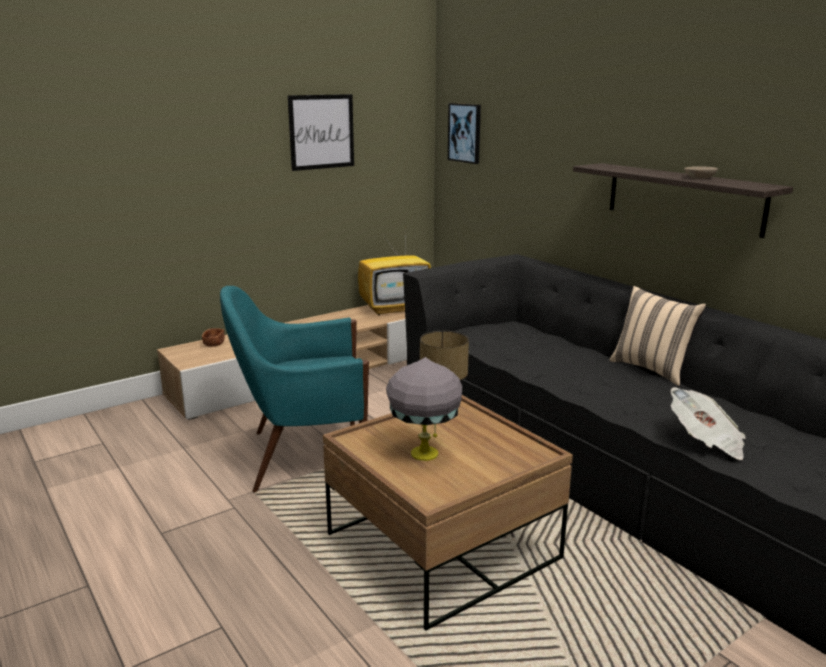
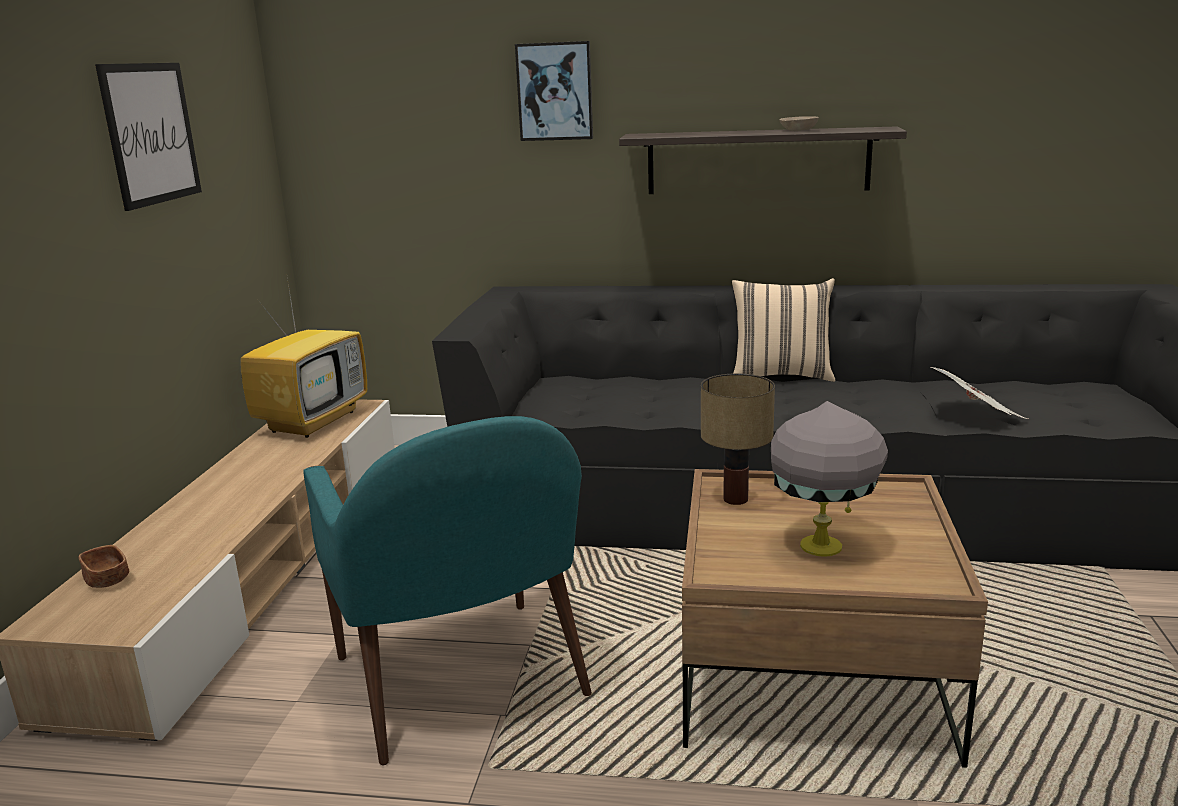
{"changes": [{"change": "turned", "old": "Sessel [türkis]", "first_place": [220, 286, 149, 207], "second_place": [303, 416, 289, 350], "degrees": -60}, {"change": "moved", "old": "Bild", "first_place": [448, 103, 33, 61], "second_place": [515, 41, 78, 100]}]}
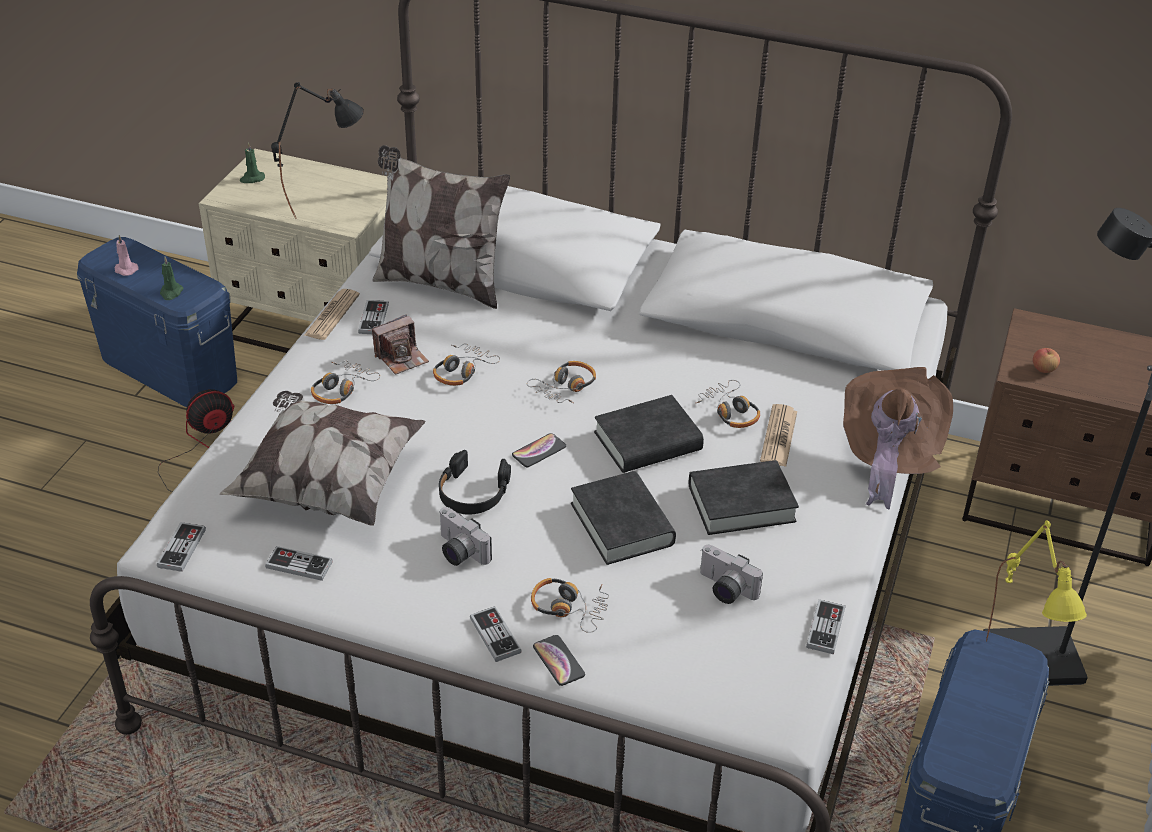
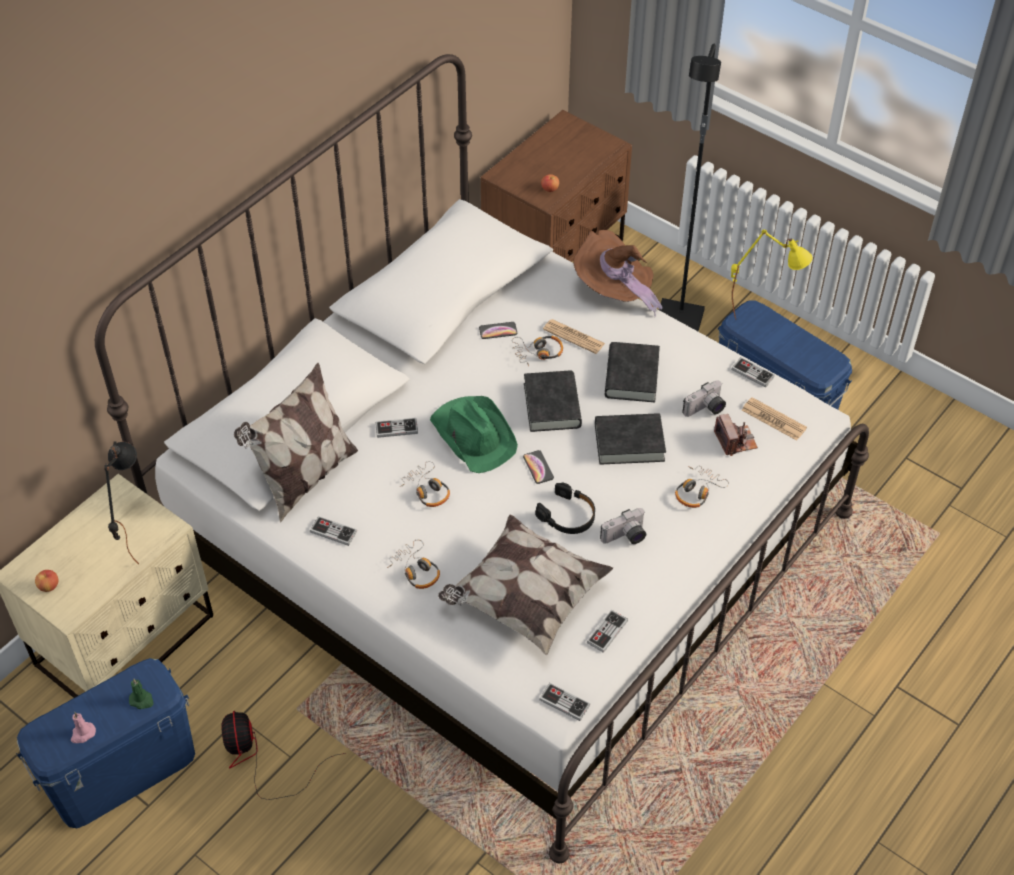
{"changes": [{"change": "replaced", "old": "Kerze [grün]", "new": "Apfel", "first_place": [240, 142, 25, 41], "second_place": [35, 570, 23, 22]}, {"change": "moved", "old": "Zeitung", "first_place": [304, 289, 56, 51], "second_place": [742, 397, 65, 44]}, {"change": "moved", "old": "Kamera", "first_place": [372, 314, 57, 61], "second_place": [714, 414, 44, 42]}, {"change": "moved", "old": "Gamepad", "first_place": [470, 606, 52, 56], "second_place": [375, 418, 43, 20]}, {"change": "replaced", "old": "Kopfhörer", "new": "Hut [grün]", "first_place": [527, 361, 69, 42], "second_place": [430, 396, 88, 77]}, {"change": "moved", "old": "Handy", "first_place": [533, 635, 52, 51], "second_place": [479, 322, 38, 17]}]}
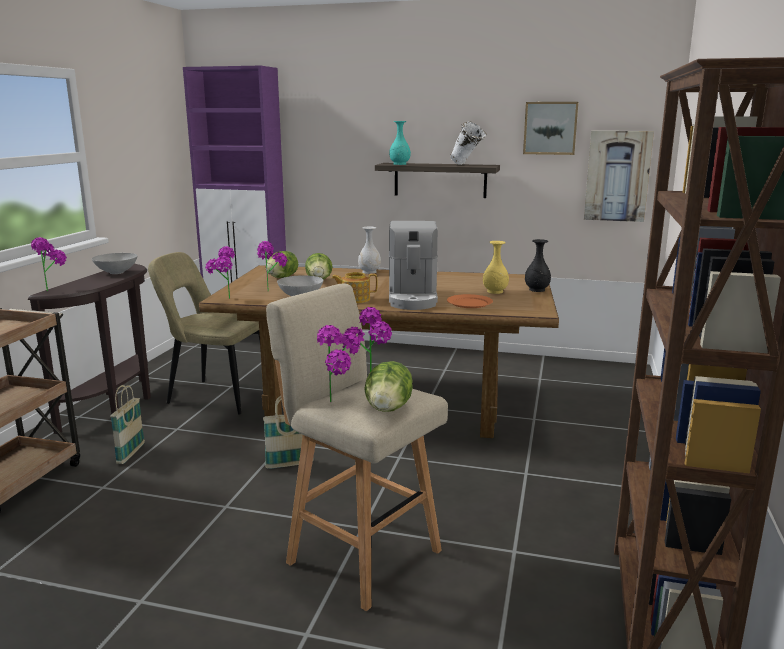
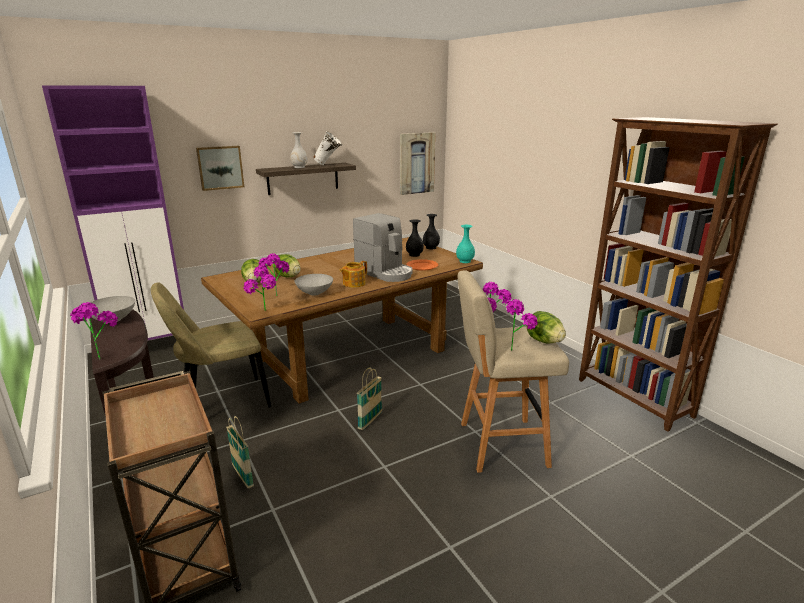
{"changes": [{"change": "moved", "old": "Vase [weiß]", "first_place": [358, 227, 23, 47], "second_place": [290, 132, 18, 36]}, {"change": "moved", "old": "Vase [türkis]", "first_place": [389, 121, 22, 44], "second_place": [456, 225, 19, 38]}, {"change": "recoloured", "old": "Vase [gelb]", "new": "Vase [schwarz]", "first_place": [483, 241, 26, 53], "second_place": [406, 219, 18, 38]}, {"change": "moved", "old": "Bild", "first_place": [523, 102, 55, 53], "second_place": [196, 146, 48, 45]}]}
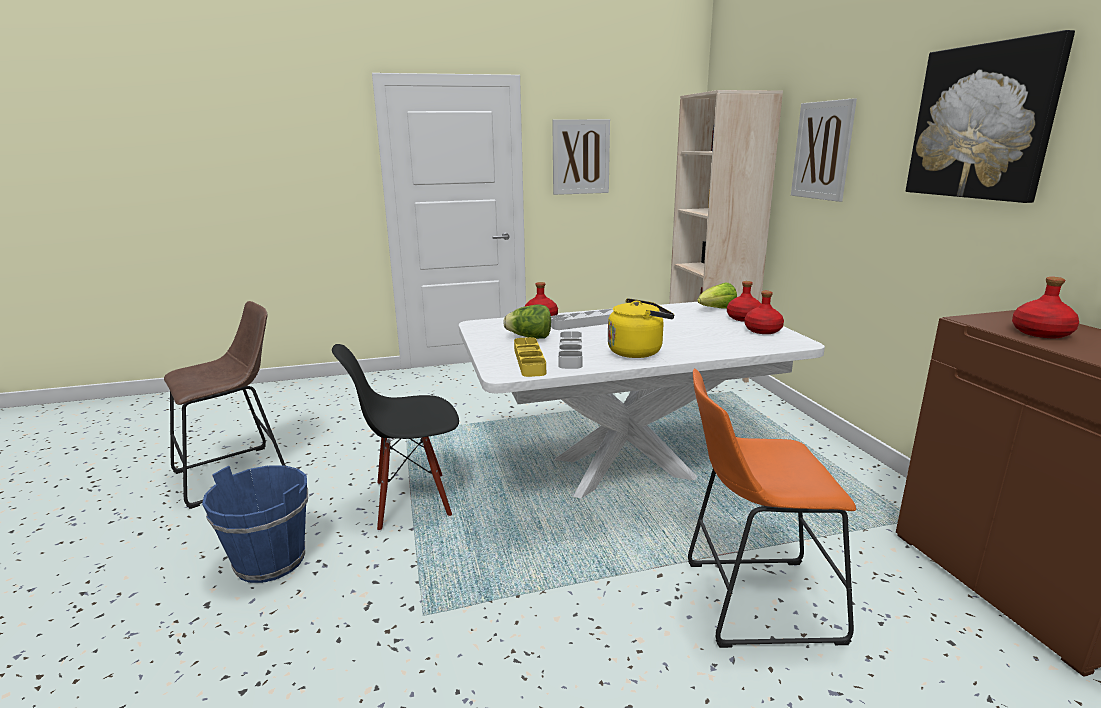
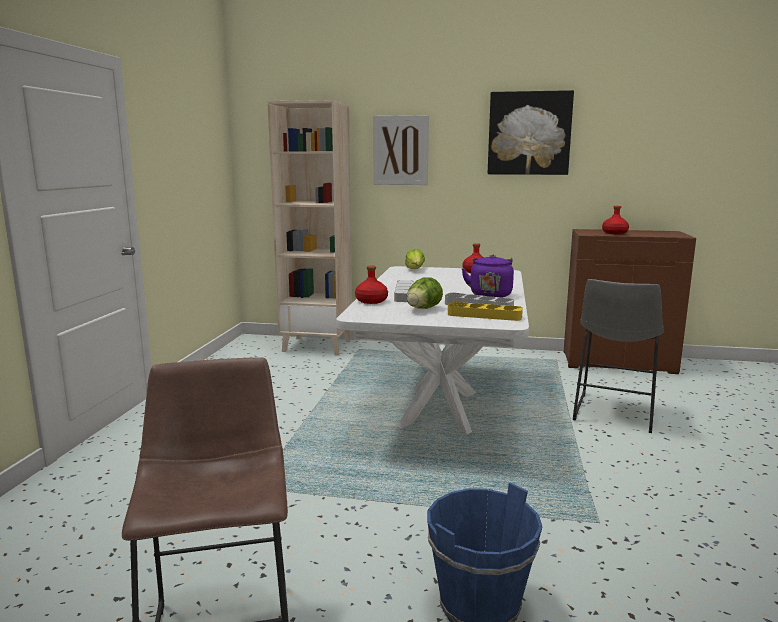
{"changes": [{"change": "removed", "old": "Stuhl [schwarz]", "first_place": [332, 344, 127, 187]}, {"change": "removed", "old": "Bild", "first_place": [552, 119, 58, 76]}, {"change": "recoloured", "old": "Wasserkessel [gelb]", "new": "Wasserkessel [lila]", "first_place": [608, 298, 66, 60], "second_place": [461, 255, 53, 43]}, {"change": "recoloured", "old": "Hocker [orange]", "new": "Hocker [grau]", "first_place": [688, 369, 168, 279], "second_place": [573, 279, 91, 154]}, {"change": "removed", "old": "Flasche [rot]", "first_place": [727, 281, 34, 41]}]}
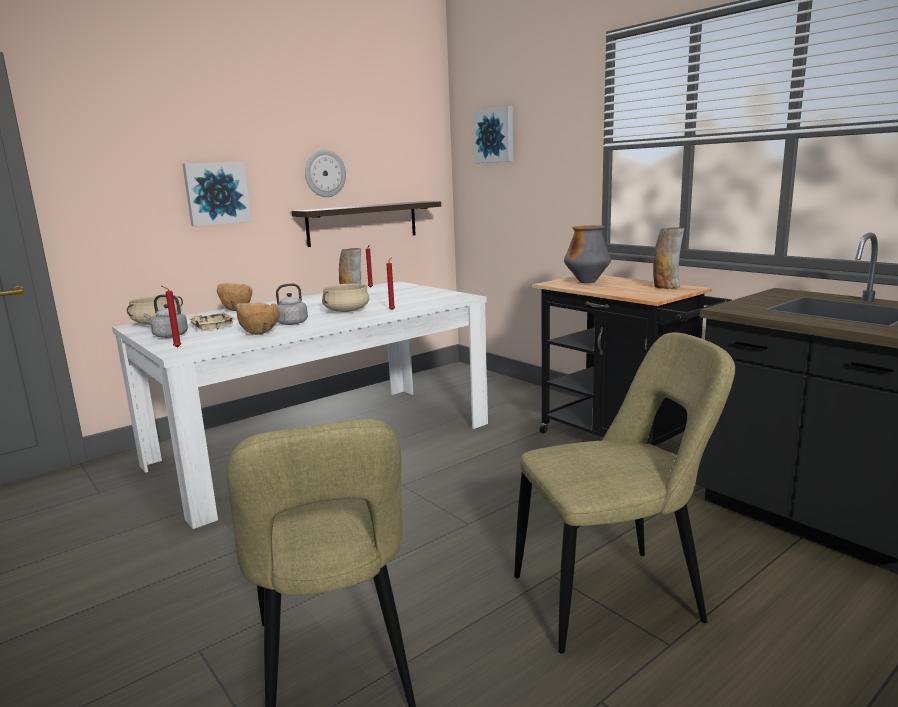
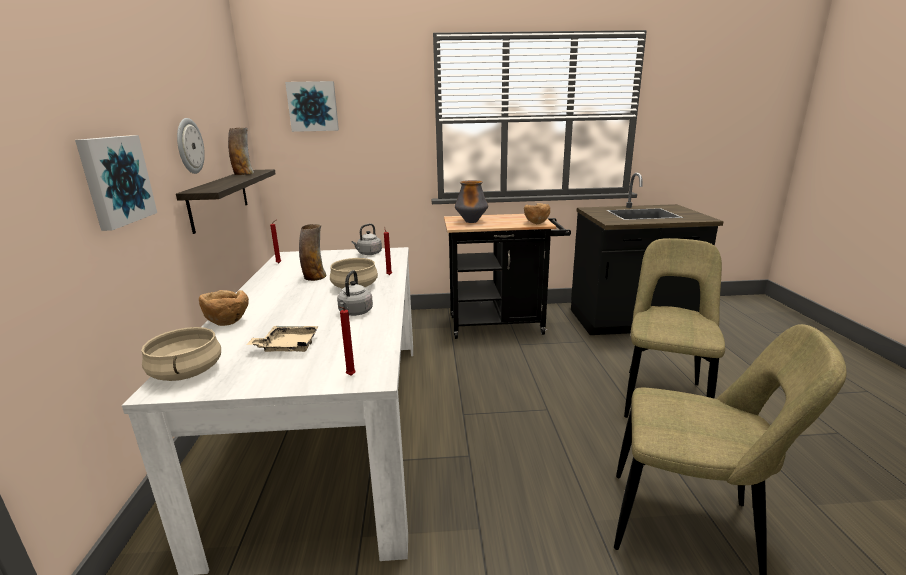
{"changes": [{"change": "moved", "old": "Wasserkessel [grau]", "first_place": [143, 294, 45, 44], "second_place": [352, 224, 30, 31]}, {"change": "moved", "old": "Schüssel [braun]", "first_place": [236, 302, 44, 33], "second_place": [524, 203, 26, 21]}, {"change": "moved", "old": "Vase", "first_place": [653, 227, 31, 62], "second_place": [228, 128, 26, 47]}]}
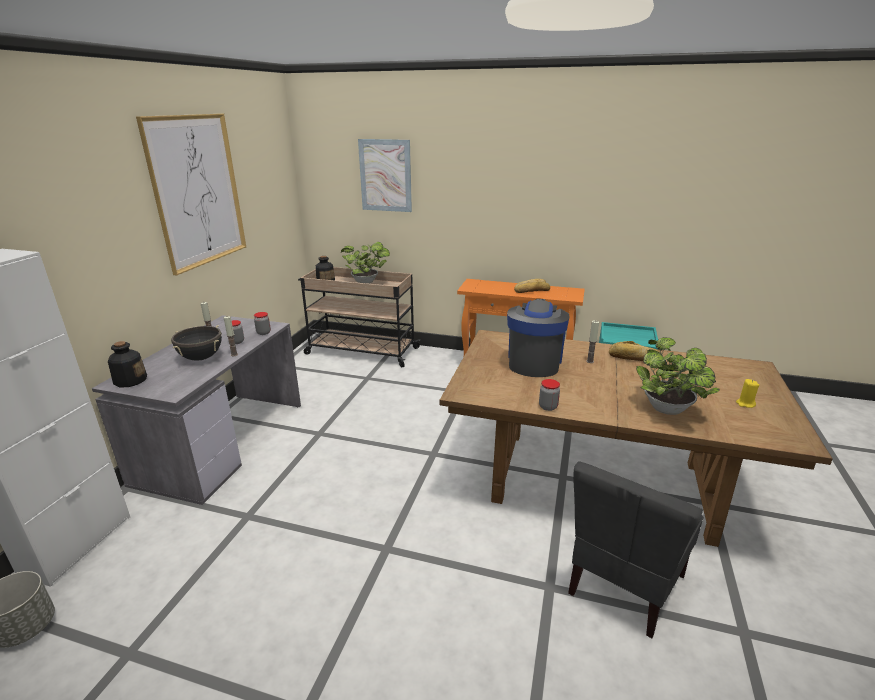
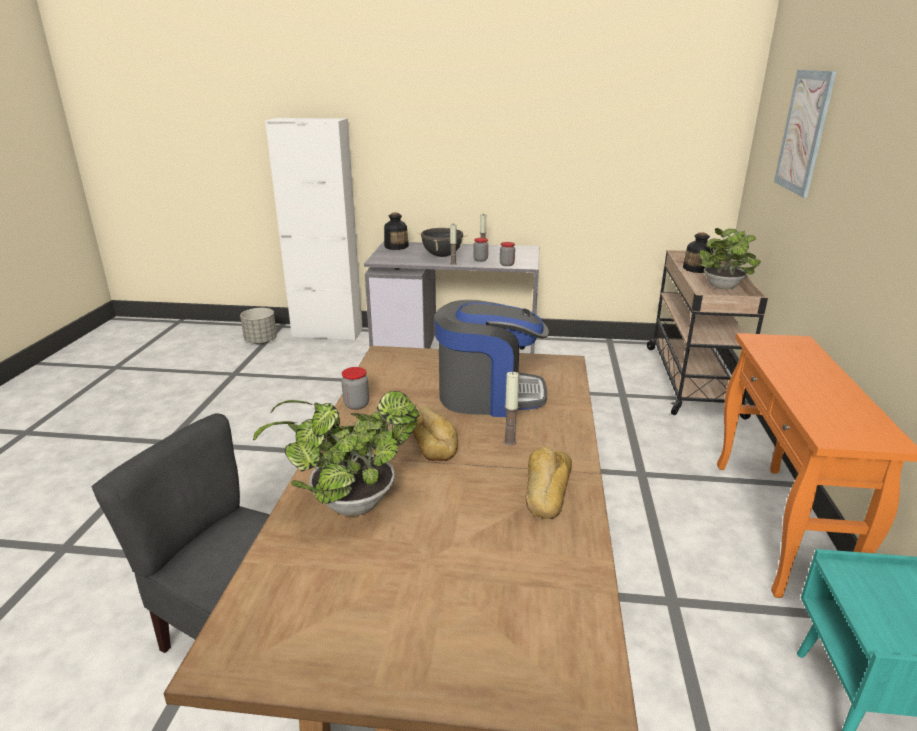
{"changes": [{"change": "removed", "old": "Bild", "first_place": [136, 114, 110, 161]}, {"change": "moved", "old": "Brot", "first_place": [514, 279, 36, 14], "second_place": [412, 406, 46, 55]}, {"change": "removed", "old": "Kerze [gelb]", "first_place": [736, 379, 23, 29]}]}
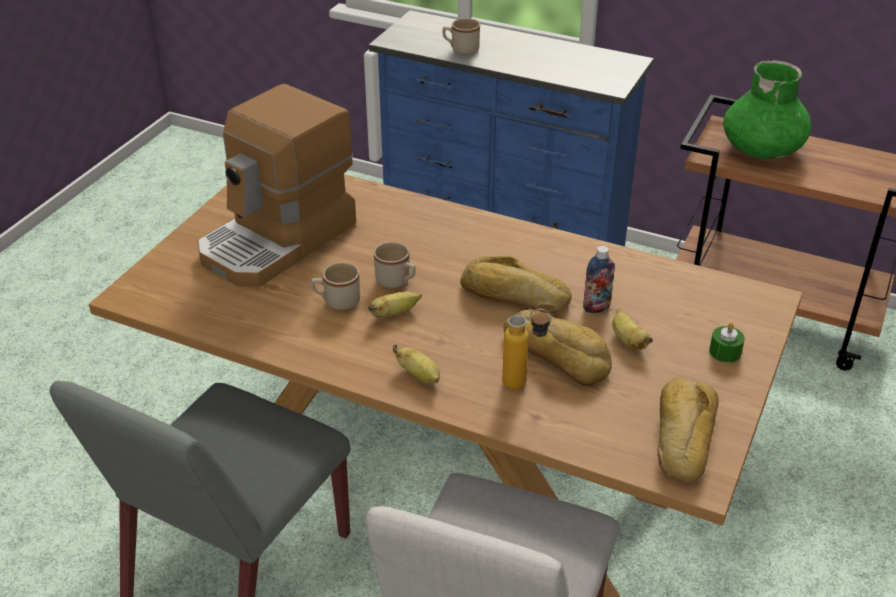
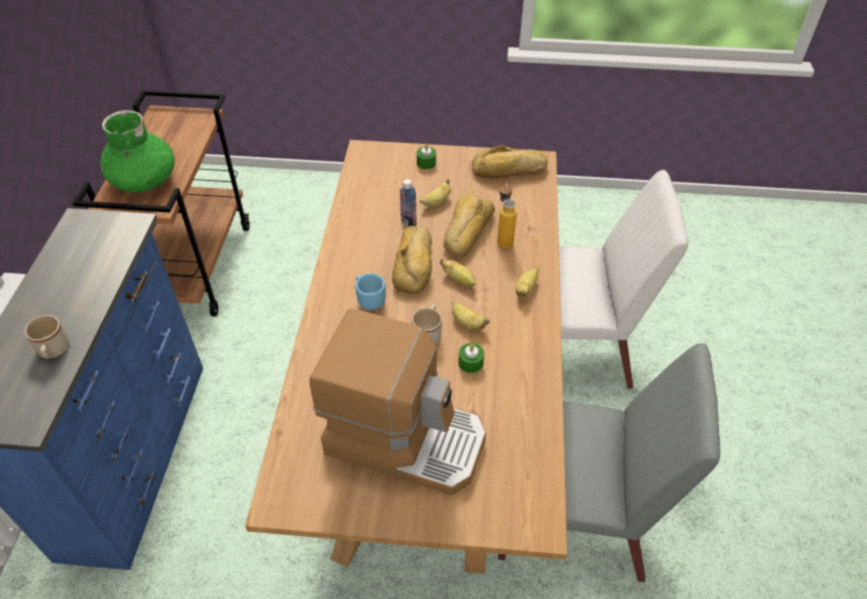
{"changes": [{"change": "replaced", "old": "Henkelbecher [beige]", "new": "Kerze [grün]", "first_place": [311, 262, 49, 48], "second_place": [458, 343, 26, 30]}, {"change": "added", "new": "Henkelbecher [blau]", "second_place": [355, 273, 31, 37]}, {"change": "added", "new": "Banane", "second_place": [440, 259, 36, 27]}]}
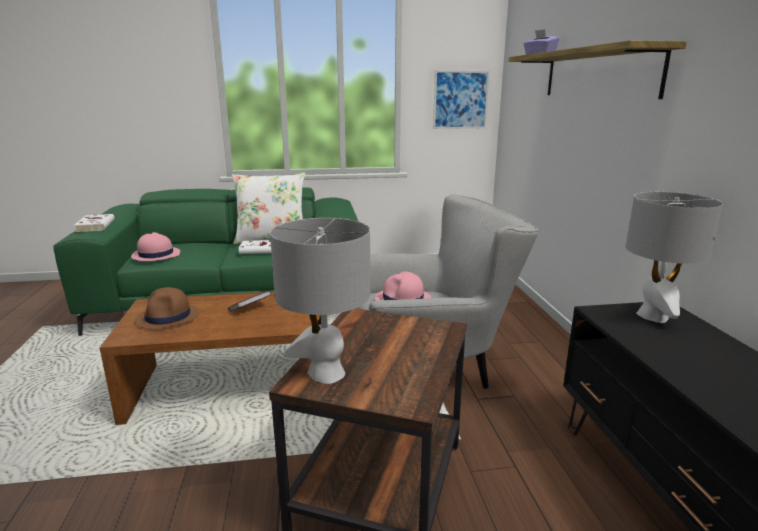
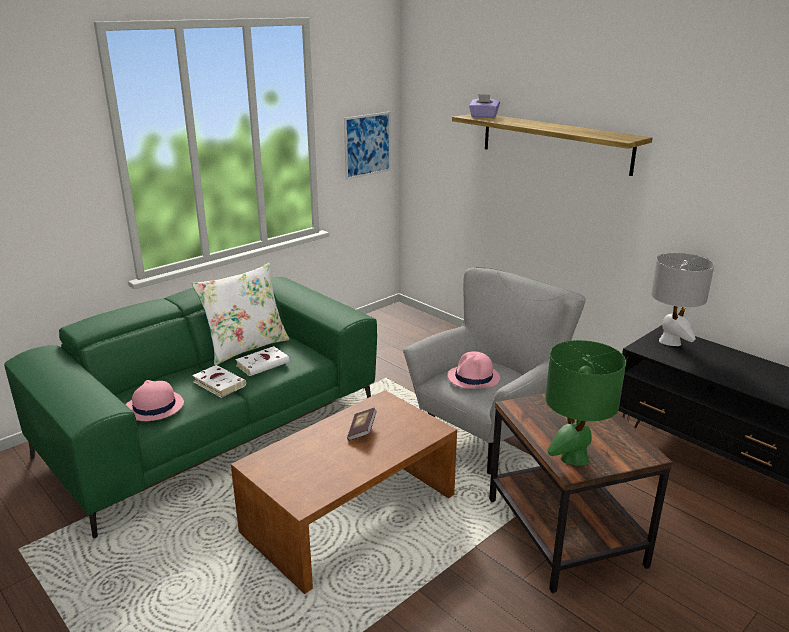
{"changes": [{"change": "moved", "old": "Buch [weiß]", "first_place": [74, 214, 41, 18], "second_place": [192, 365, 54, 33]}, {"change": "removed", "old": "Hut [braun]", "first_place": [135, 287, 64, 42]}, {"change": "recoloured", "old": "Tischlampe [grau]", "new": "Tischlampe [grün]", "first_place": [270, 218, 100, 166], "second_place": [545, 340, 81, 126]}]}
